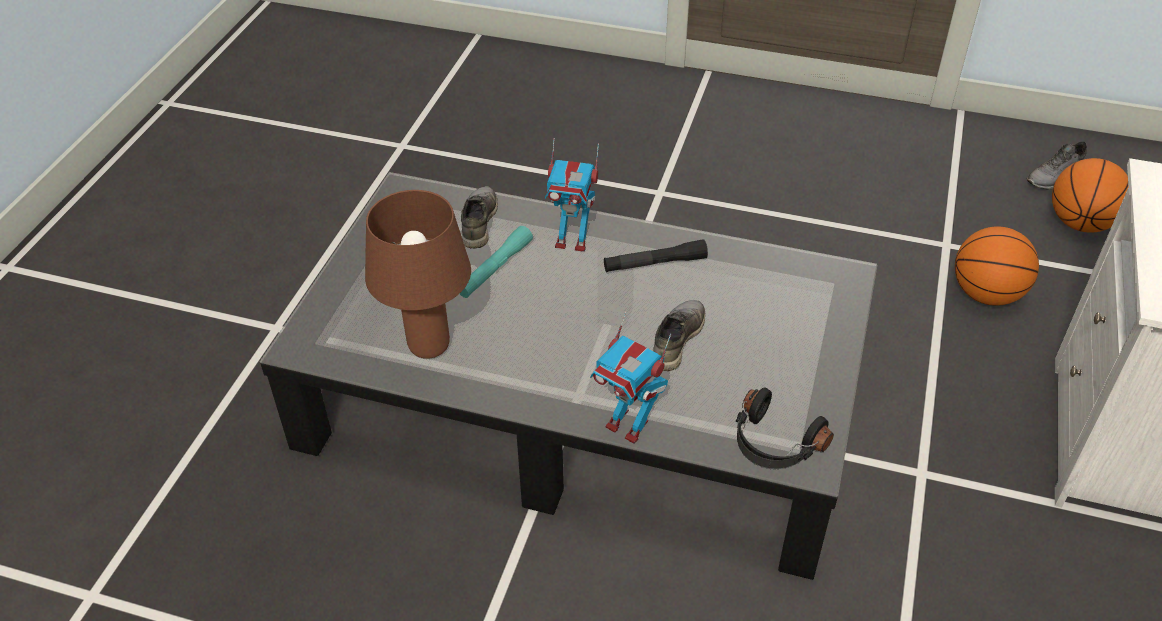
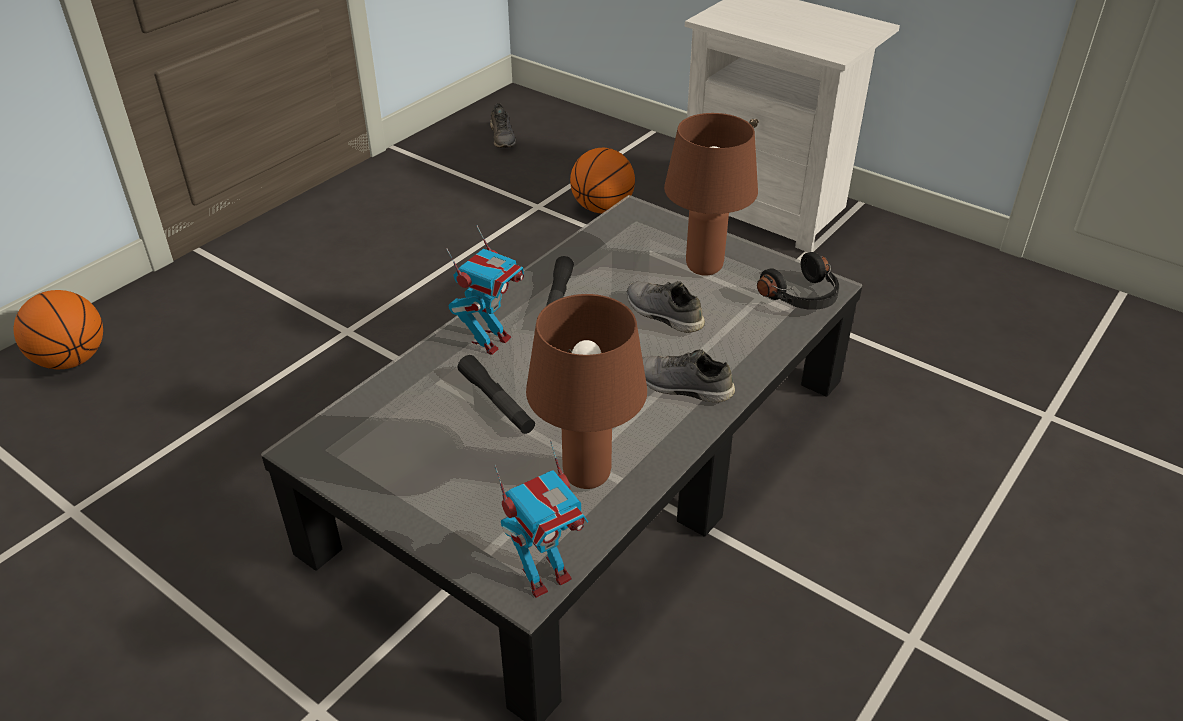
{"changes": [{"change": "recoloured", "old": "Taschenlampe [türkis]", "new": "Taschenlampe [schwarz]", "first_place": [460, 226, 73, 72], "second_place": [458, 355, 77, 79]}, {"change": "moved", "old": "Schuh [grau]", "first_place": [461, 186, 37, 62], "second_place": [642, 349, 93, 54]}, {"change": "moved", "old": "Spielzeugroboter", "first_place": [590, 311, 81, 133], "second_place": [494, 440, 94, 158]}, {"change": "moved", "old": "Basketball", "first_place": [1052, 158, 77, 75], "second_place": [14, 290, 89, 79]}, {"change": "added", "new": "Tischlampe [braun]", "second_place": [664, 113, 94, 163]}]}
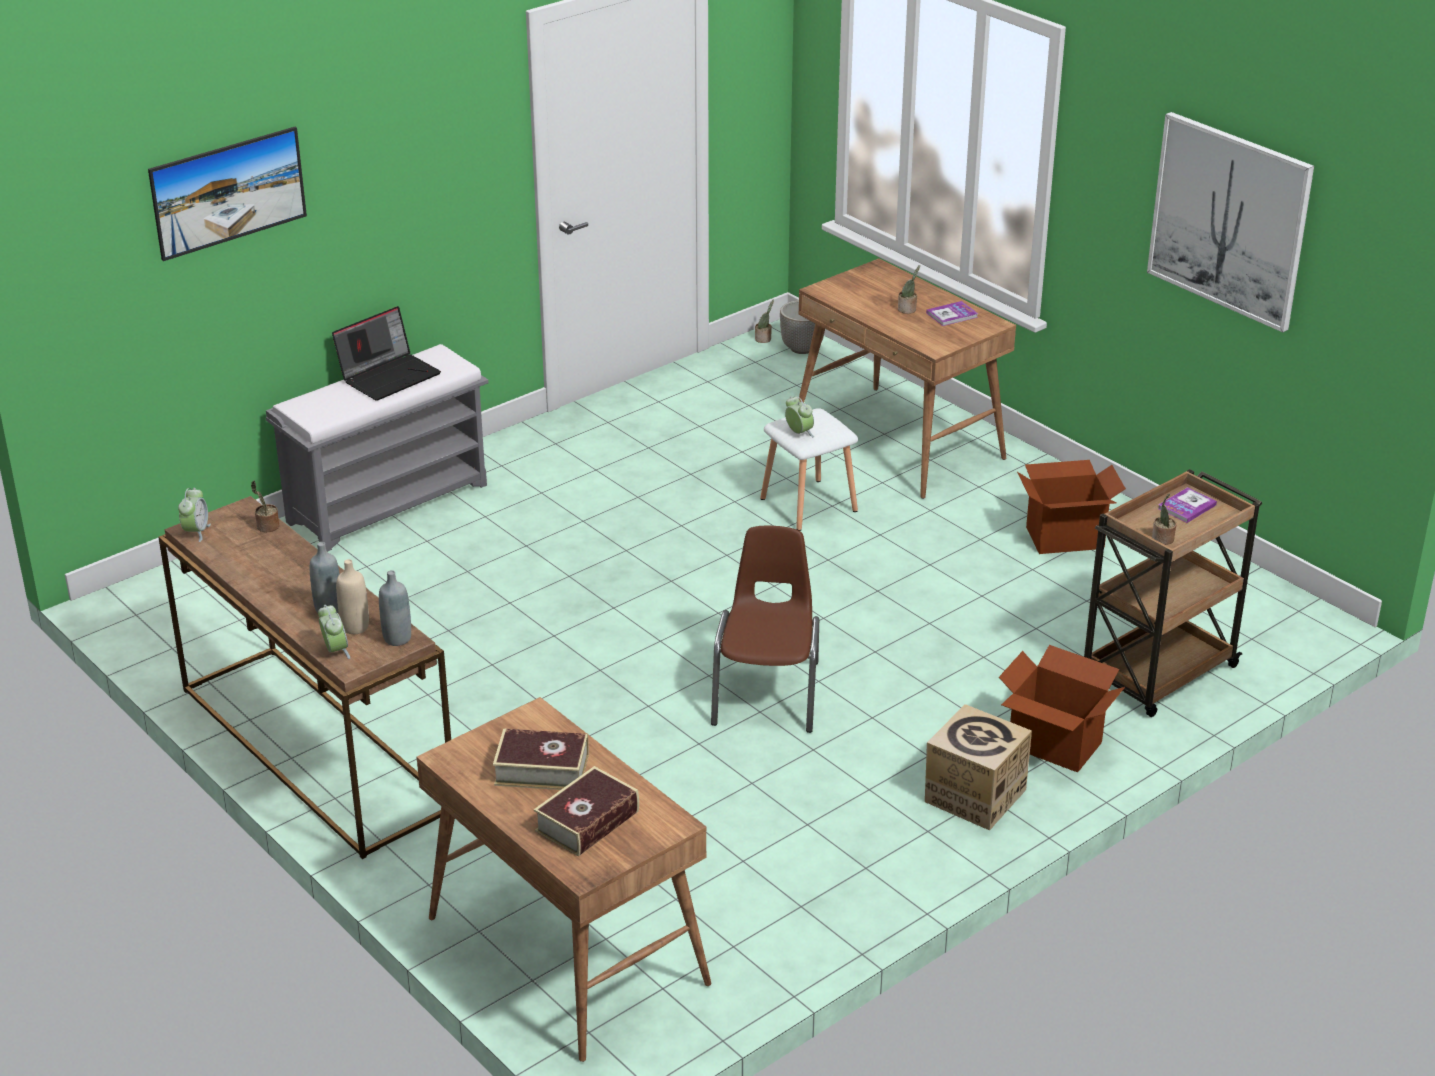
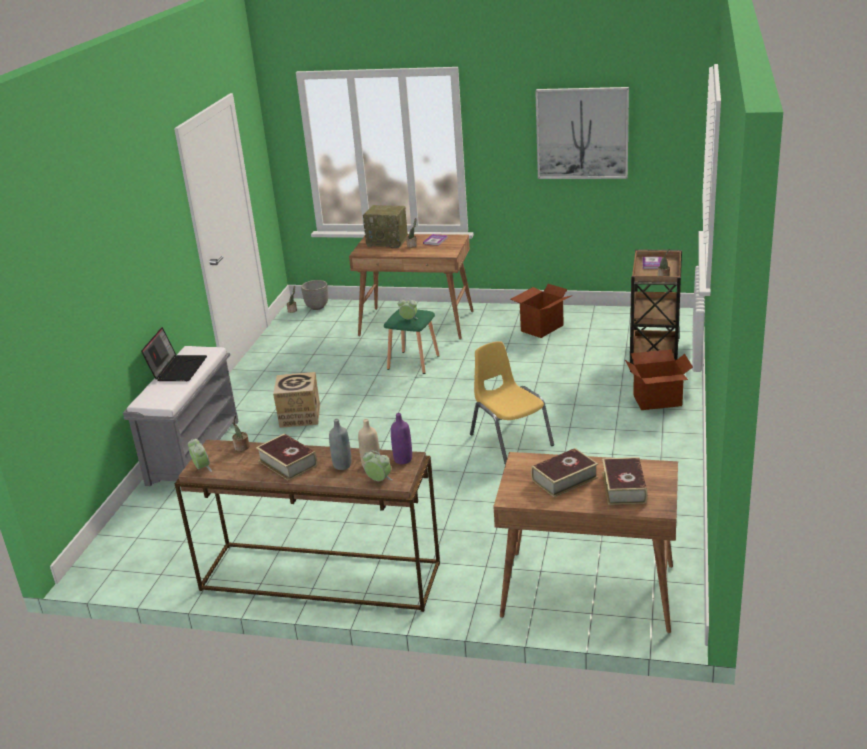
{"changes": [{"change": "removed", "old": "Bild", "first_place": [148, 127, 159, 134]}, {"change": "recoloured", "old": "Flasche [grau]", "new": "Flasche [lila]", "first_place": [379, 570, 32, 76], "second_place": [391, 413, 21, 51]}, {"change": "recoloured", "old": "Stuhl [braun]", "new": "Stuhl [gelb]", "first_place": [711, 526, 108, 207], "second_place": [470, 341, 84, 124]}, {"change": "recoloured", "old": "Hocker [weiß]", "new": "Hocker [grün]", "first_place": [760, 408, 98, 123], "second_place": [384, 309, 55, 65]}, {"change": "moved", "old": "Karton", "first_place": [925, 704, 107, 127], "second_place": [273, 372, 47, 56]}, {"change": "added", "new": "Buch", "second_place": [256, 433, 61, 48]}, {"change": "added", "new": "Radio", "second_place": [363, 205, 45, 43]}]}
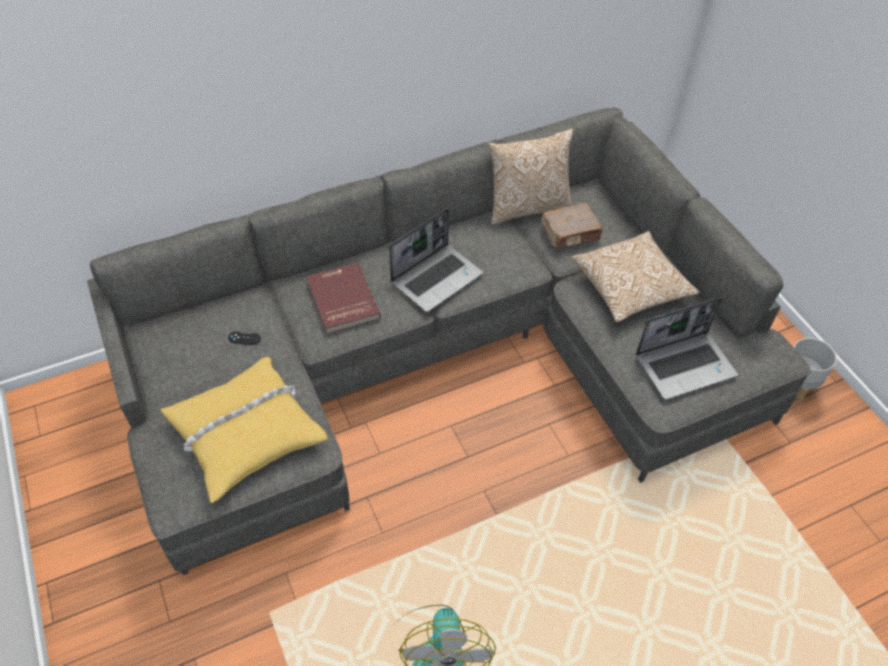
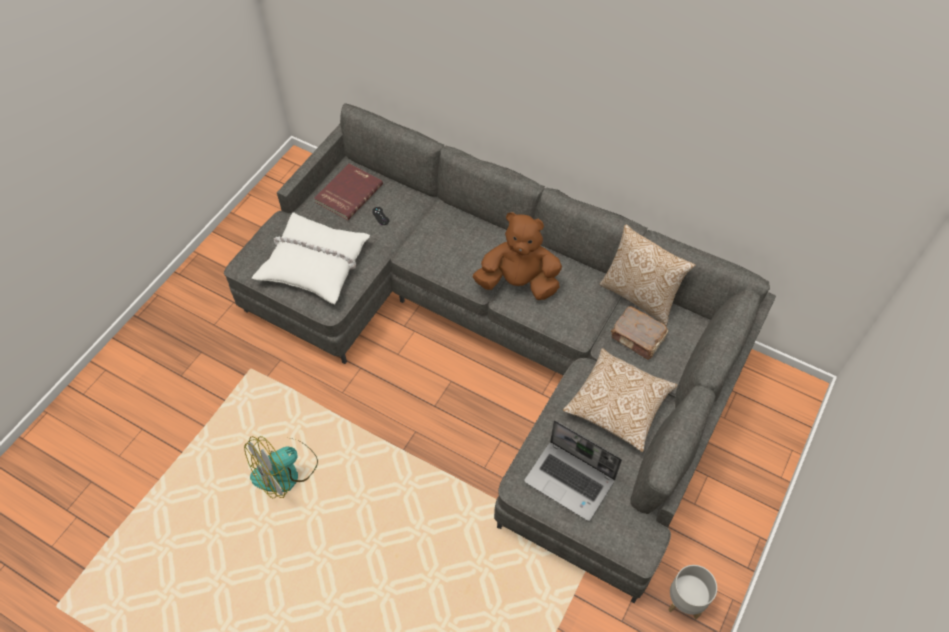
{"changes": [{"change": "recoloured", "old": "Kissen [gelb]", "new": "Kissen [weiß]", "first_place": [161, 357, 167, 146], "second_place": [252, 212, 118, 92]}, {"change": "moved", "old": "Buch [rot]", "first_place": [307, 263, 74, 71], "second_place": [314, 163, 69, 57]}, {"change": "replaced", "old": "Laptop", "new": "Plüschtier [braun]", "first_place": [389, 208, 94, 104], "second_place": [473, 212, 89, 88]}]}
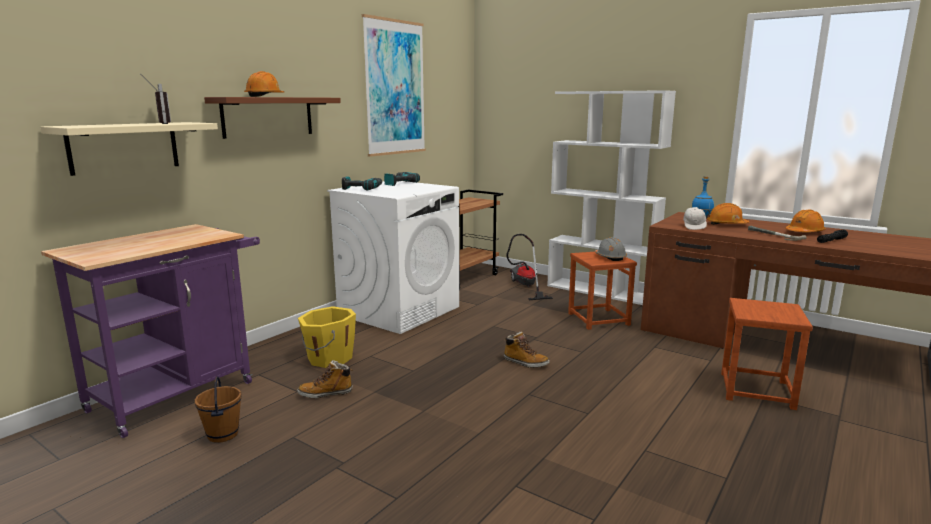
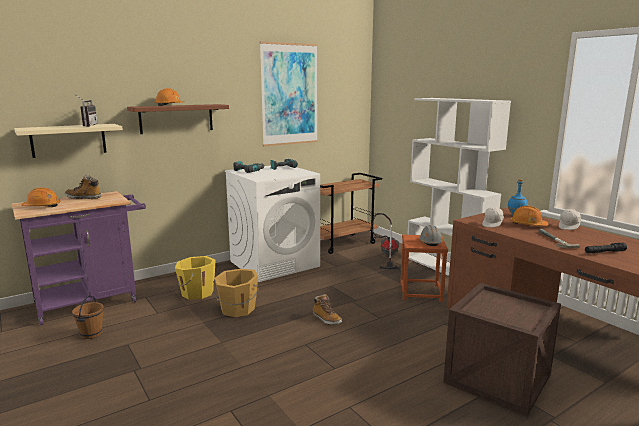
{"changes": [{"change": "moved", "old": "Stiefel", "first_place": [297, 360, 56, 38], "second_place": [65, 175, 36, 24]}, {"change": "replaced", "old": "Hocker [braun]", "new": "Kiste", "first_place": [721, 298, 92, 112], "second_place": [443, 283, 118, 134]}, {"change": "moved", "old": "Schutzhelm [orange]", "first_place": [785, 210, 41, 23], "second_place": [21, 188, 40, 19]}, {"change": "added", "new": "Eimer [orange]", "second_place": [213, 269, 45, 48]}, {"change": "added", "new": "Kappe [weiß]", "second_place": [559, 209, 22, 21]}]}
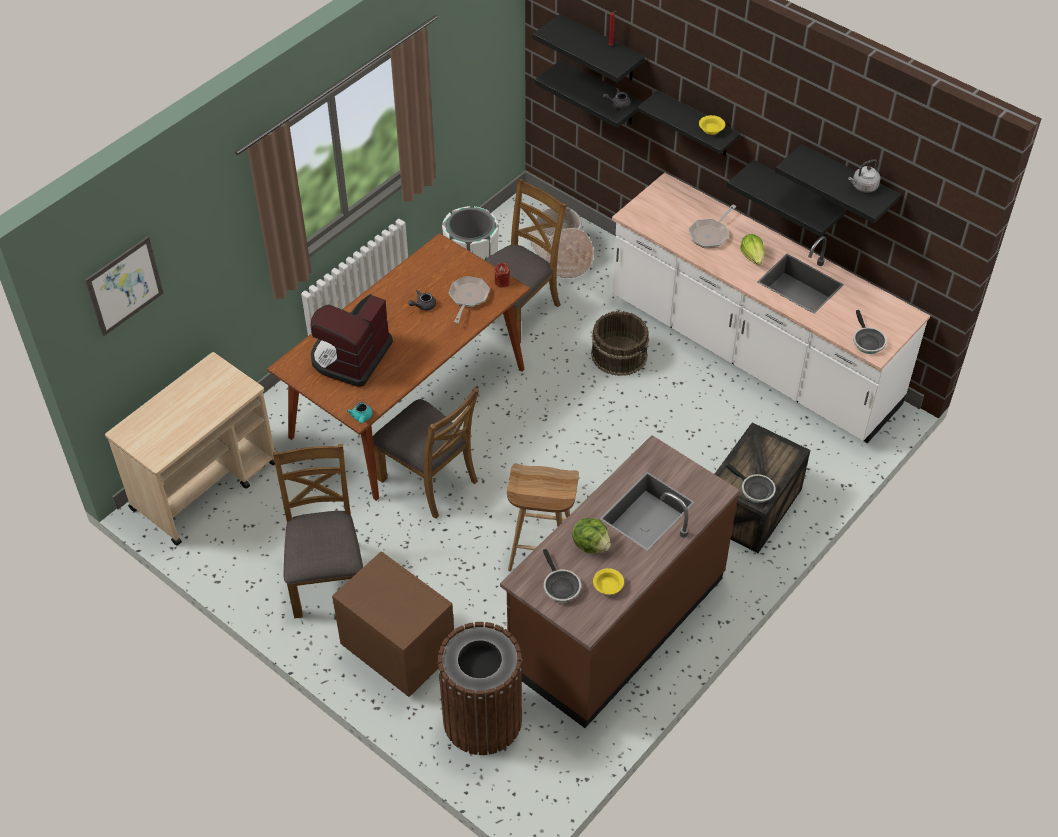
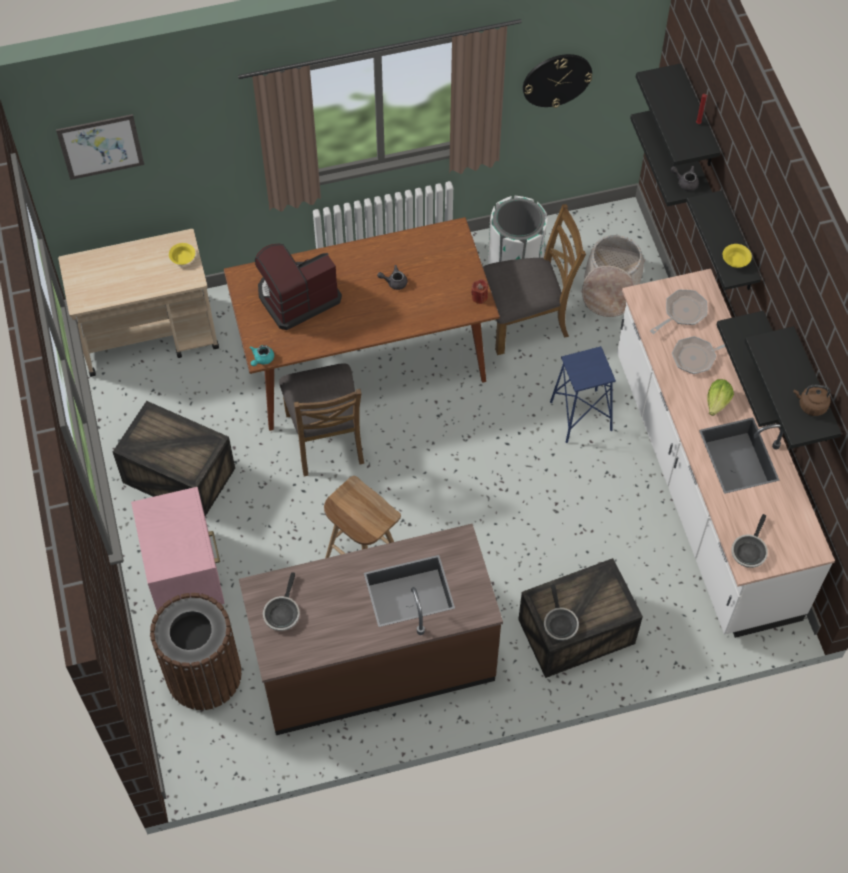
{"changes": [{"change": "replaced", "old": "Stuhl [braun]", "new": "Kiste", "first_place": [273, 444, 90, 174], "second_place": [113, 401, 122, 115]}, {"change": "recoloured", "old": "Nachttisch [braun]", "new": "Nachttisch [rosa]", "first_place": [332, 551, 122, 146], "second_place": [131, 487, 94, 123]}, {"change": "moved", "old": "Pfanne", "first_place": [449, 276, 41, 47], "second_place": [650, 289, 57, 45]}, {"change": "removed", "old": "Salatkopf", "first_place": [572, 518, 39, 35]}, {"change": "replaced", "old": "Eimer [braun]", "new": "Hocker [blau]", "first_place": [591, 311, 58, 65], "second_place": [550, 346, 66, 97]}, {"change": "moved", "old": "Schüssel [gelb]", "first_place": [593, 568, 31, 26], "second_place": [169, 243, 26, 22]}, {"change": "recoloured", "old": "Wasserkessel [grau]", "new": "Wasserkessel [braun]", "first_place": [848, 159, 32, 33], "second_place": [794, 385, 37, 31]}, {"change": "added", "new": "Wanduhr", "second_place": [523, 54, 69, 54]}]}
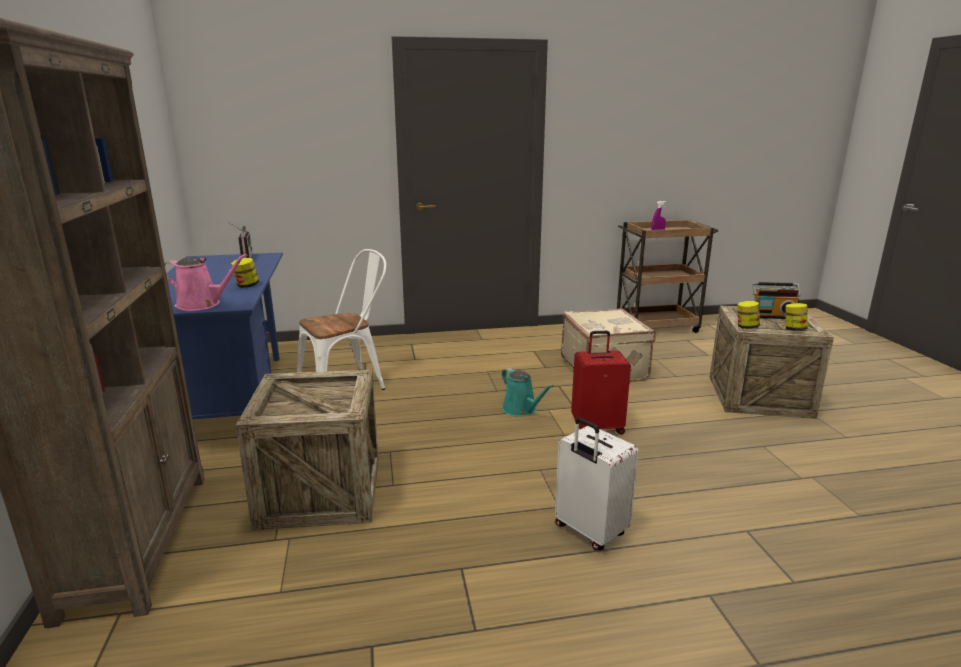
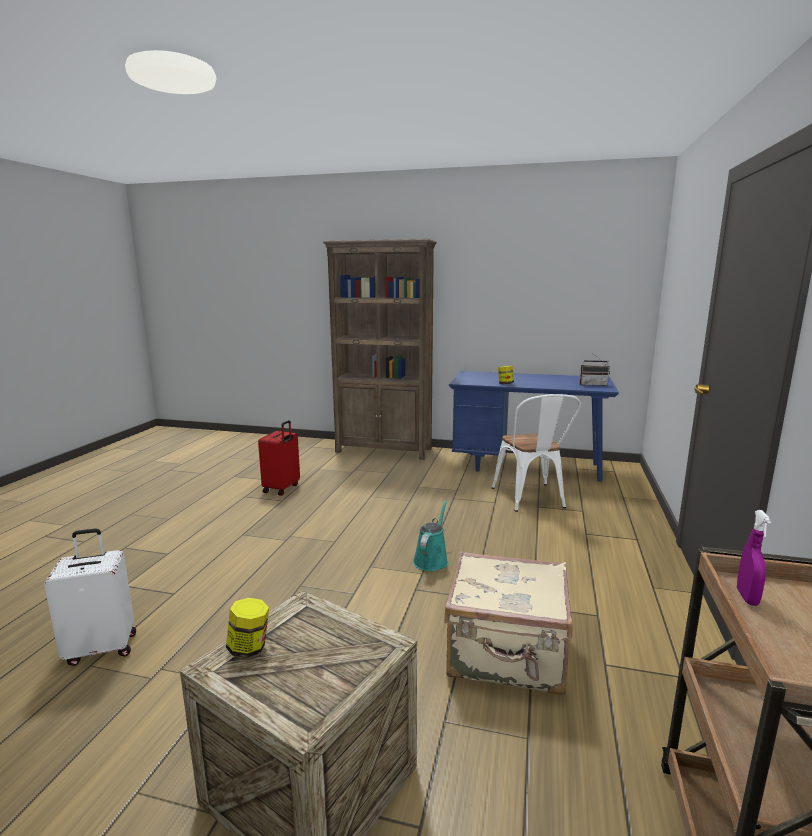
{"changes": [{"change": "removed", "old": "Gießkanne [rosa]", "first_place": [164, 254, 83, 57]}, {"change": "removed", "old": "Kiste", "first_place": [235, 370, 143, 160]}, {"change": "turned", "old": "Gießkanne [türkis]", "first_place": [502, 368, 52, 49], "second_place": [413, 500, 36, 71], "degrees": 120}, {"change": "moved", "old": "Koffer [weiß]", "first_place": [555, 418, 84, 132], "second_place": [44, 528, 92, 138]}, {"change": "moved", "old": "Koffer [rot]", "first_place": [571, 331, 60, 103], "second_place": [258, 420, 42, 76]}, {"change": "removed", "old": "Vorratsglas", "first_place": [737, 301, 23, 28]}, {"change": "removed", "old": "Radio", "first_place": [752, 282, 49, 37]}]}
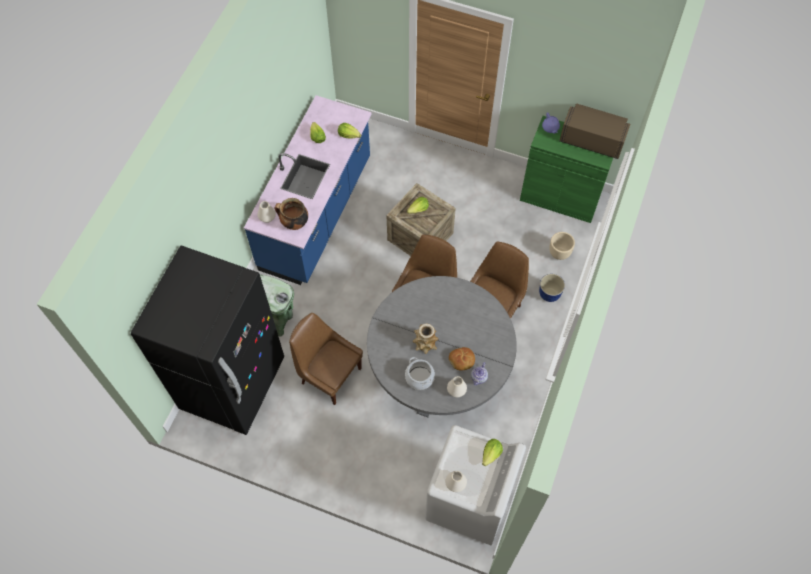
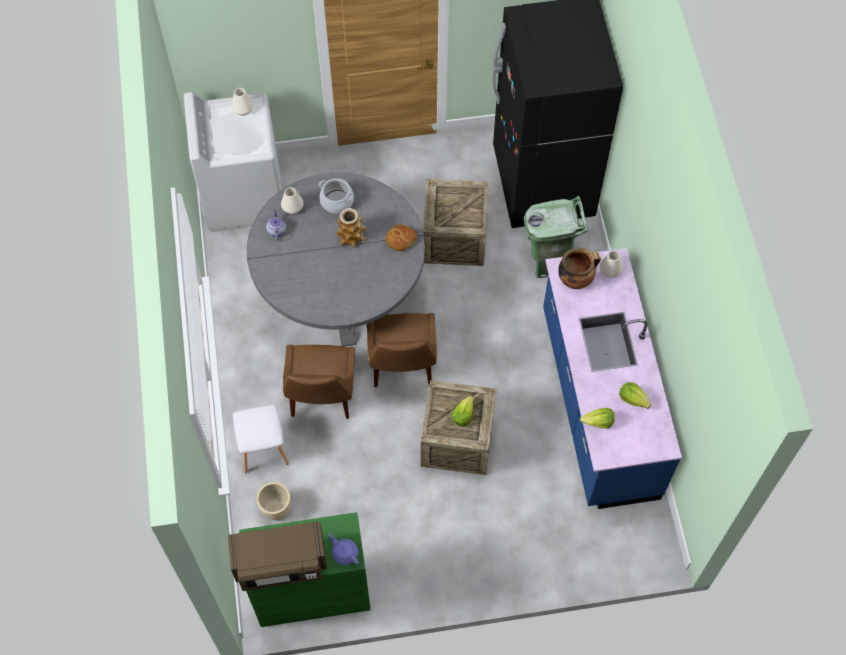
{"changes": [{"change": "replaced", "old": "Stuhl [braun]", "new": "Kiste", "first_place": [289, 313, 74, 92], "second_place": [423, 179, 65, 87]}, {"change": "moved", "old": "Brot", "first_place": [449, 347, 26, 24], "second_place": [386, 224, 31, 27]}, {"change": "removed", "old": "Salatkopf", "first_place": [482, 439, 21, 27]}, {"change": "replaced", "old": "Pflanzkübel", "new": "Hocker [weiß]", "first_place": [539, 274, 26, 28], "second_place": [233, 405, 56, 68]}]}
